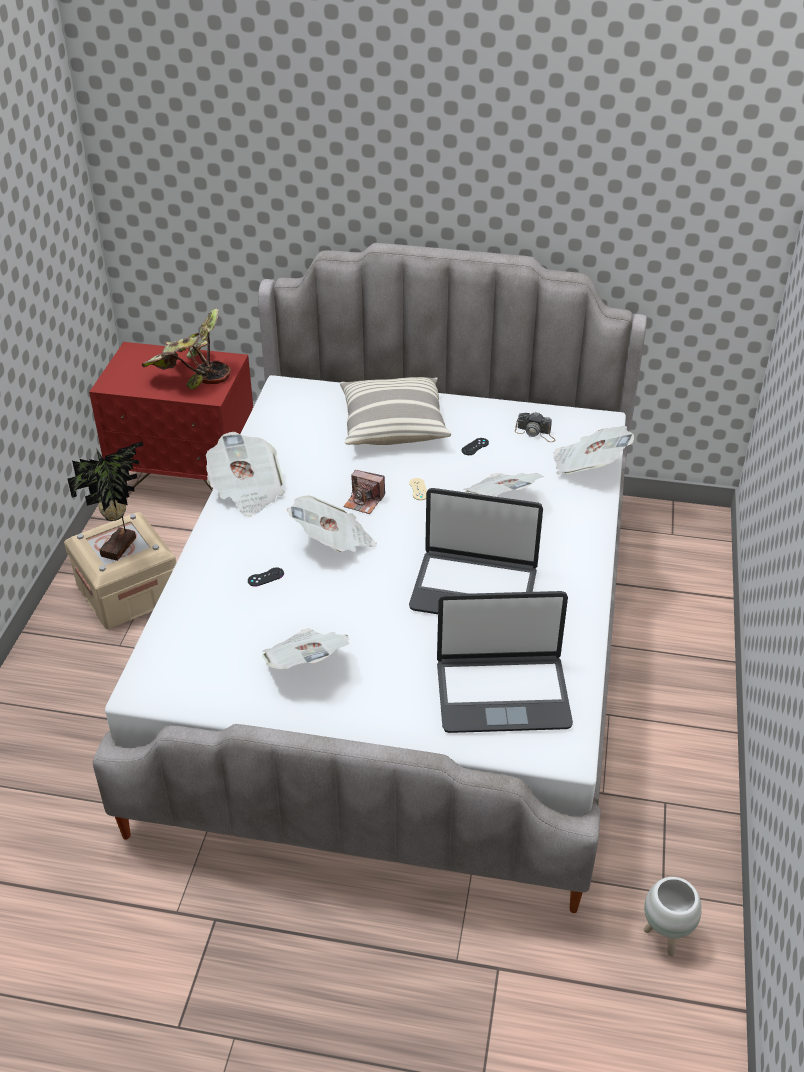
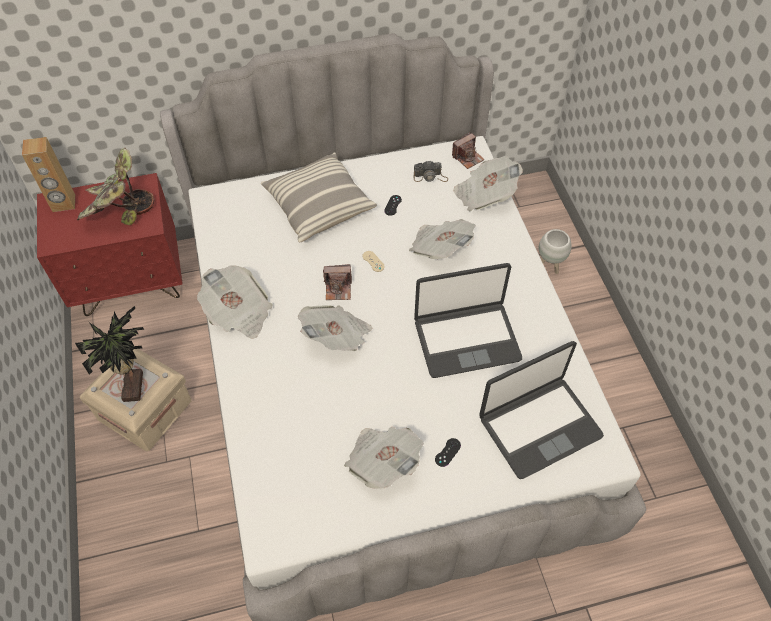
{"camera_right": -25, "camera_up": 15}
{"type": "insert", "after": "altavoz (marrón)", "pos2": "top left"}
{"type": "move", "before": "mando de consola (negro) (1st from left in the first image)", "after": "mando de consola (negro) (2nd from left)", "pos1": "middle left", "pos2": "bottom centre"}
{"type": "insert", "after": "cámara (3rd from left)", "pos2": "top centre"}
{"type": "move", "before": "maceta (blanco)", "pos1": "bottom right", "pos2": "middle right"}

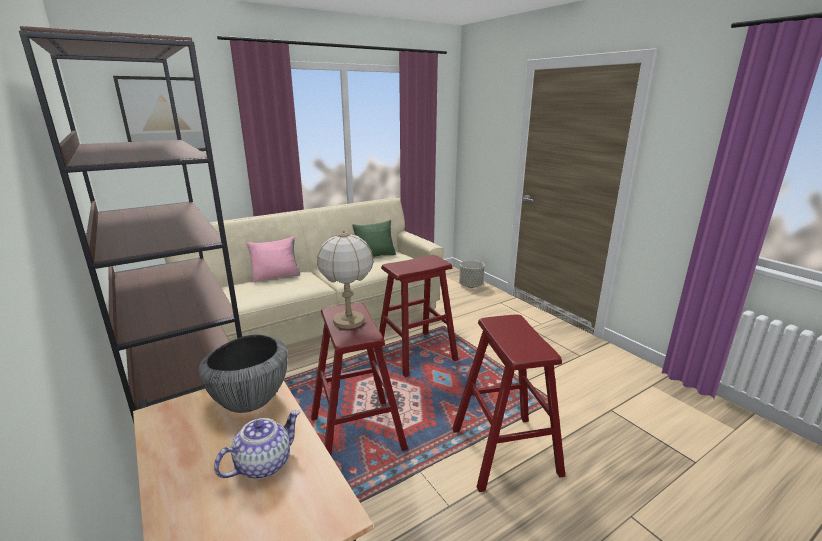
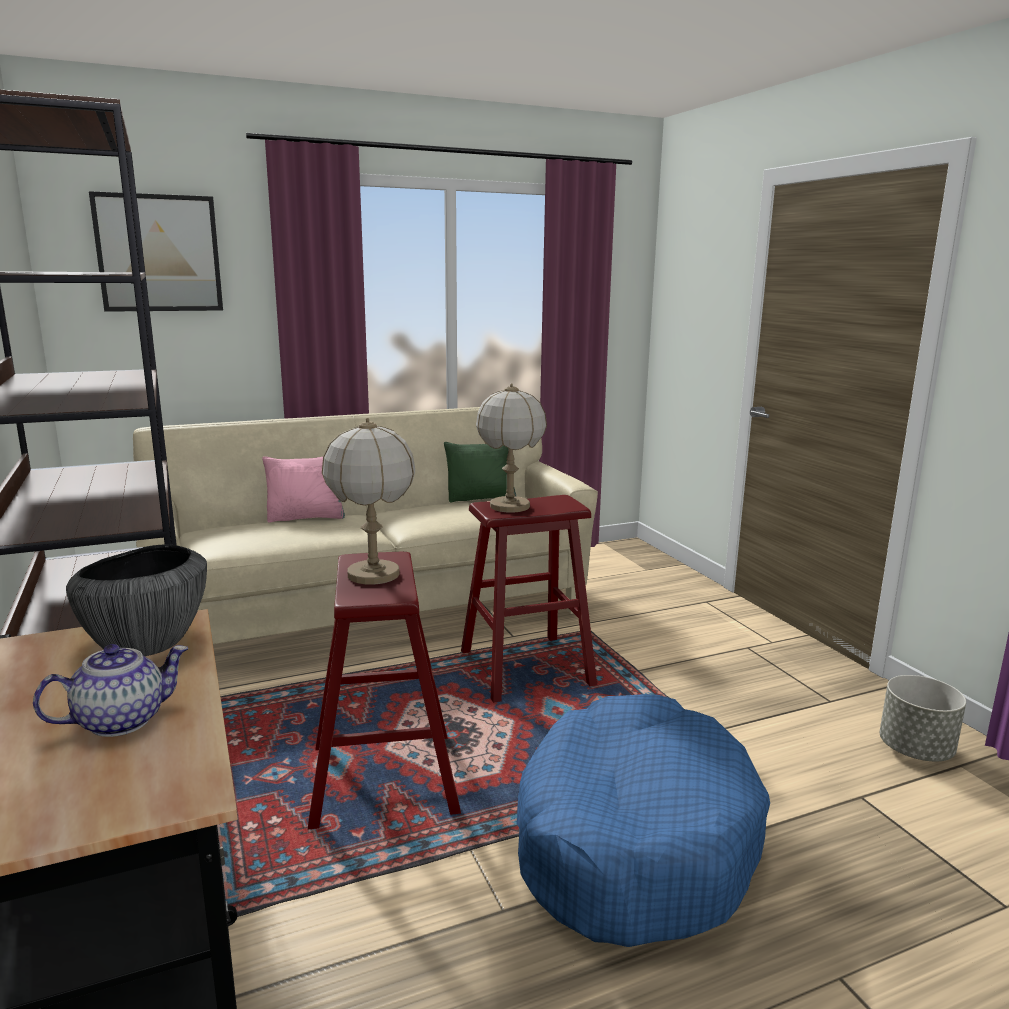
{"camera_right": 10, "camera_up": -5}
{"type": "insert", "after": "lámpara de mesa (2nd from left)", "pos2": "centre"}
{"type": "replace", "before": "taburete (rojo) (3rd from left)", "after": "cama para perro (azul)", "pos1": "bottom centre", "pos2": "bottom centre"}
{"type": "move", "before": "maceta (gris)", "pos1": "centre", "pos2": "bottom right"}

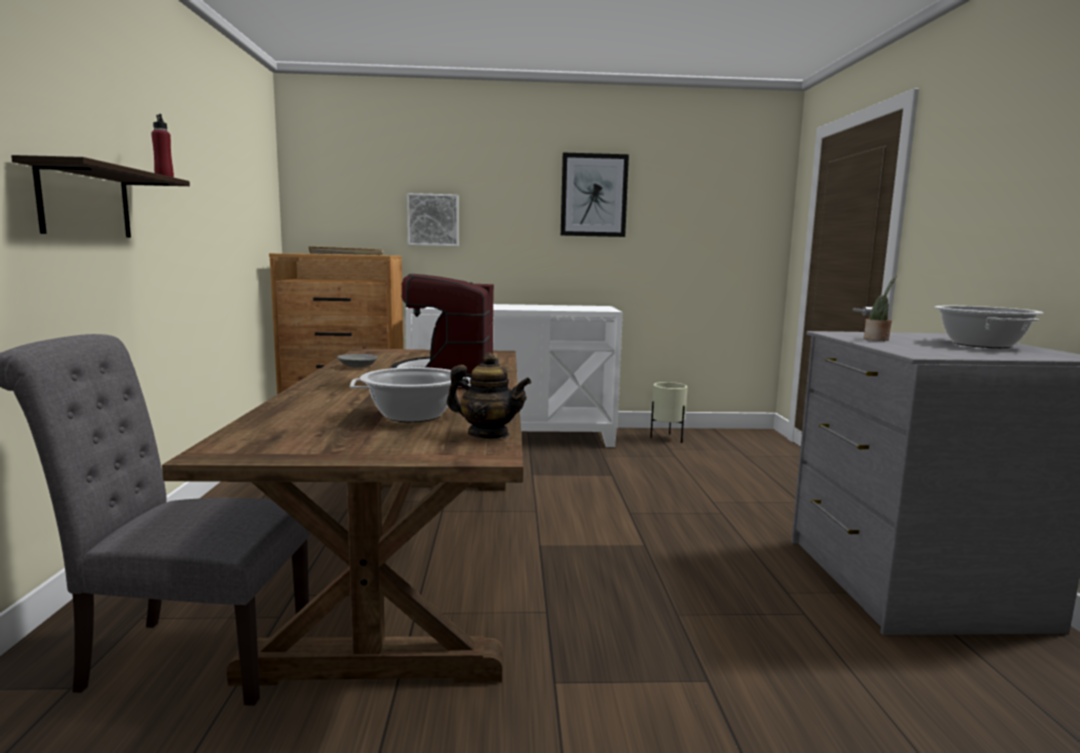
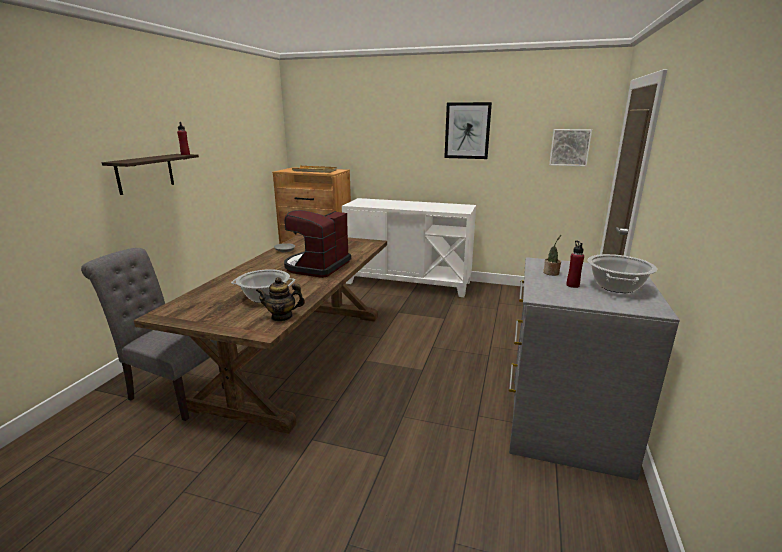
{"camera_right": 20, "camera_up": 10}
{"type": "rotate", "before": "tetera", "pos1": "centre", "pos2": "centre", "turn": 135}
{"type": "move", "before": "cuadro (1st from left in the first image)", "after": "cuadro (2nd from left)", "pos1": "top centre", "pos2": "top right"}
{"type": "insert", "after": "botella (rojo) (2nd from left)", "pos2": "middle right"}
{"type": "delete", "before": "maceta (beis)", "pos1": "centre"}

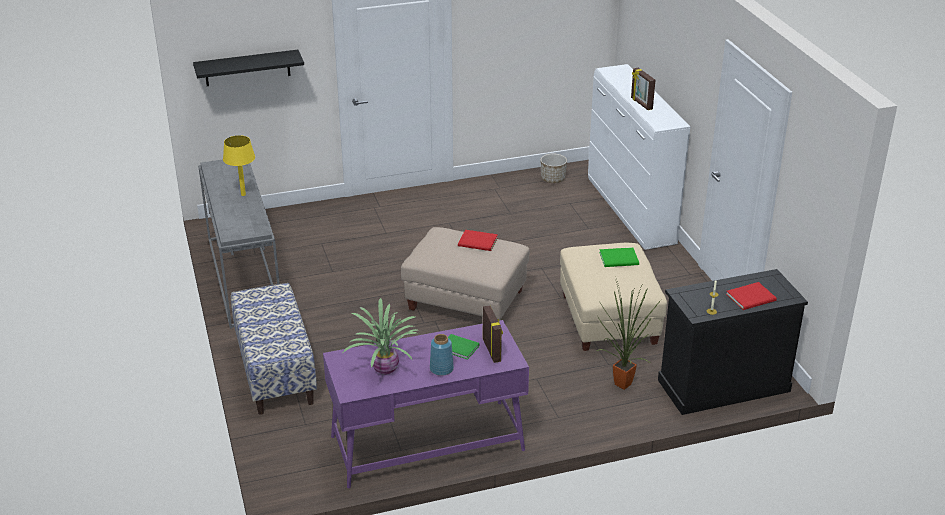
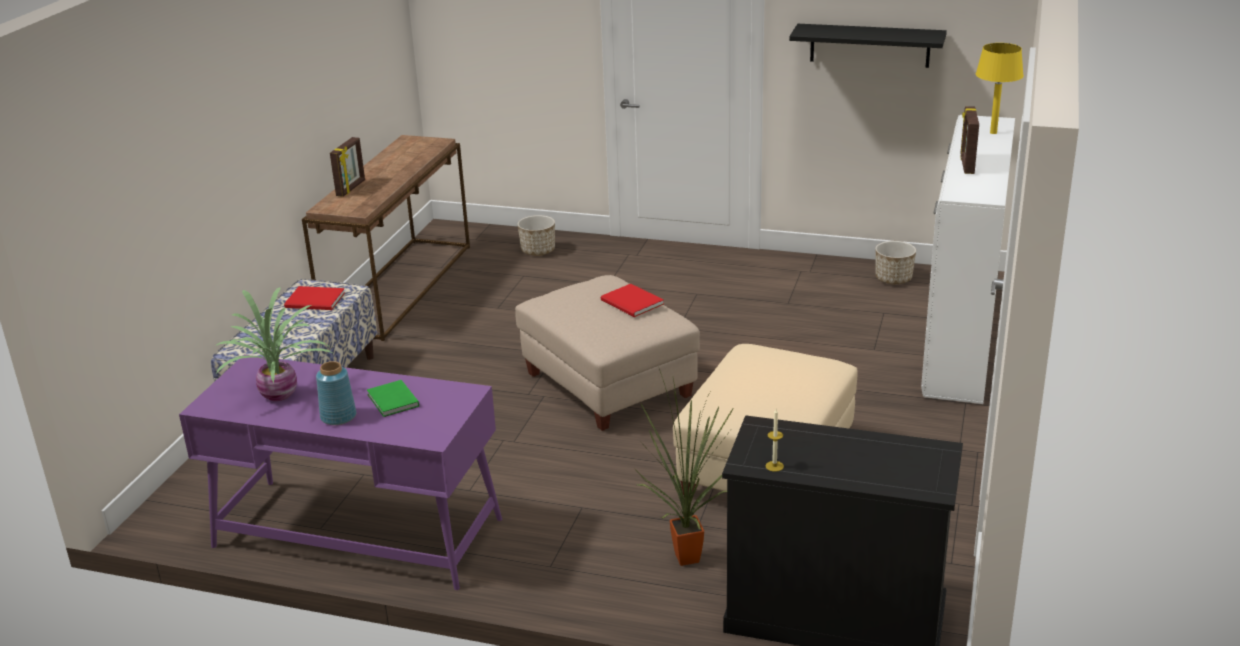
{"camera_right": 35, "camera_up": -5}
{"type": "move", "before": "libro (rojo) (2nd from left in the first image)", "after": "libro (rojo) (1st from left)", "pos1": "middle right", "pos2": "middle left"}
{"type": "recolor", "before": "mesa consola (gris)", "after": "mesa consola (marrón)", "pos1": "middle left", "pos2": "middle left"}
{"type": "move", "before": "portarretratos (1st from left)", "pos1": "centre", "pos2": "top left"}
{"type": "insert", "after": "maceta (1st from left)", "pos2": "centre"}
{"type": "move", "before": "estante (negro)", "pos1": "top left", "pos2": "top right"}
{"type": "move", "before": "lámpara de mesa (amarillo)", "pos1": "top left", "pos2": "top right"}
{"type": "delete", "before": "libro (verde) (2nd from left)", "pos1": "centre"}

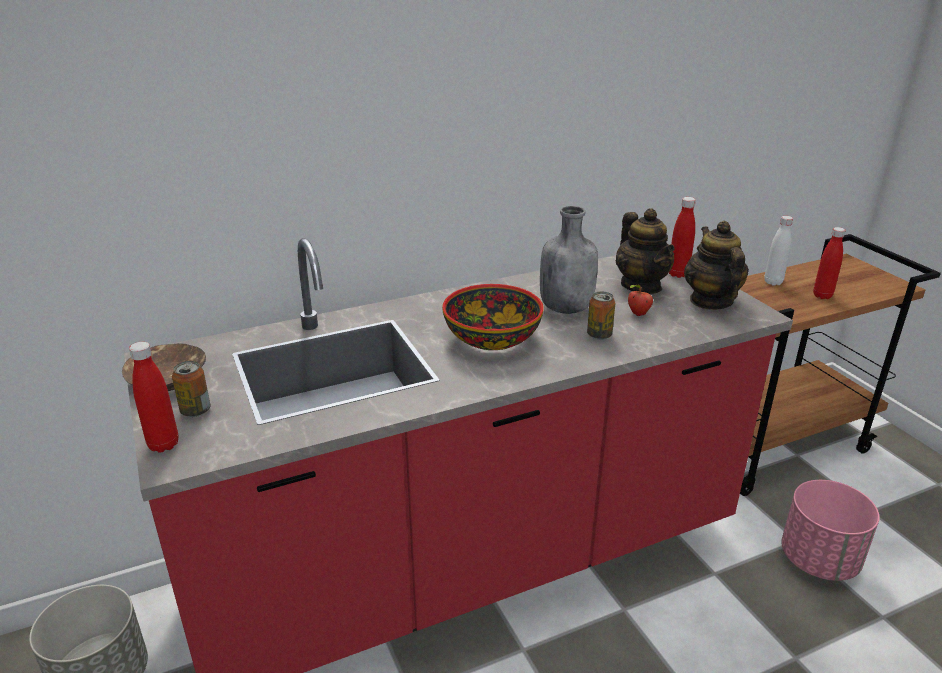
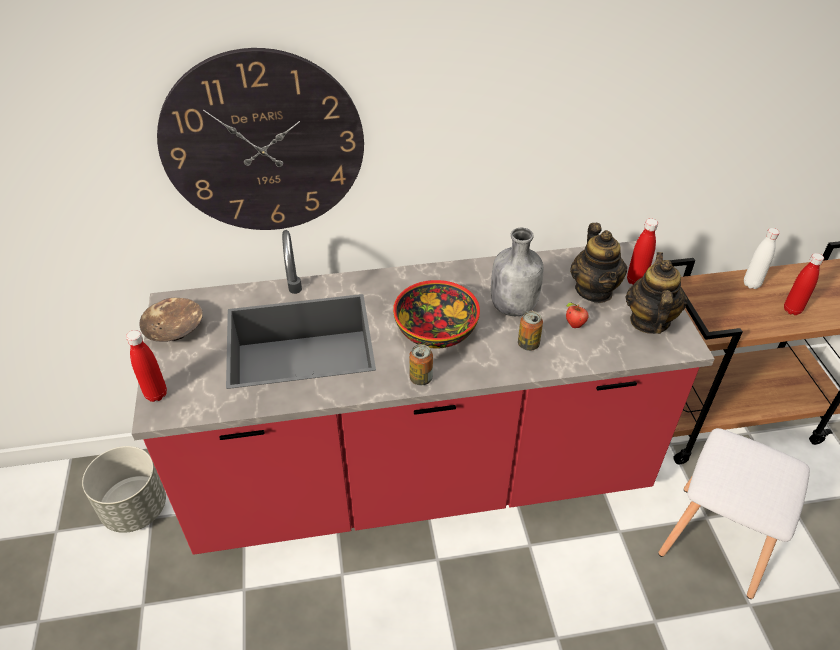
{"camera_right": 15, "camera_up": 15}
{"type": "insert", "after": "reloj de pared", "pos2": "top left"}
{"type": "move", "before": "lata (1st from left)", "pos1": "middle left", "pos2": "centre"}
{"type": "replace", "before": "maceta (rosa)", "after": "taburete (blanco)", "pos1": "bottom right", "pos2": "bottom right"}

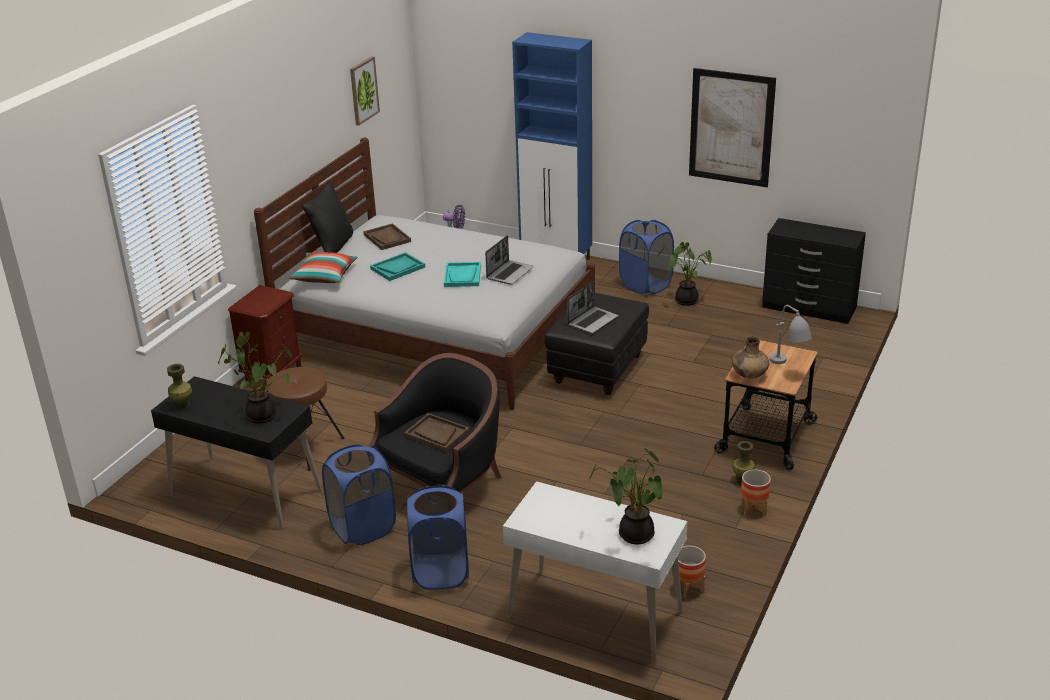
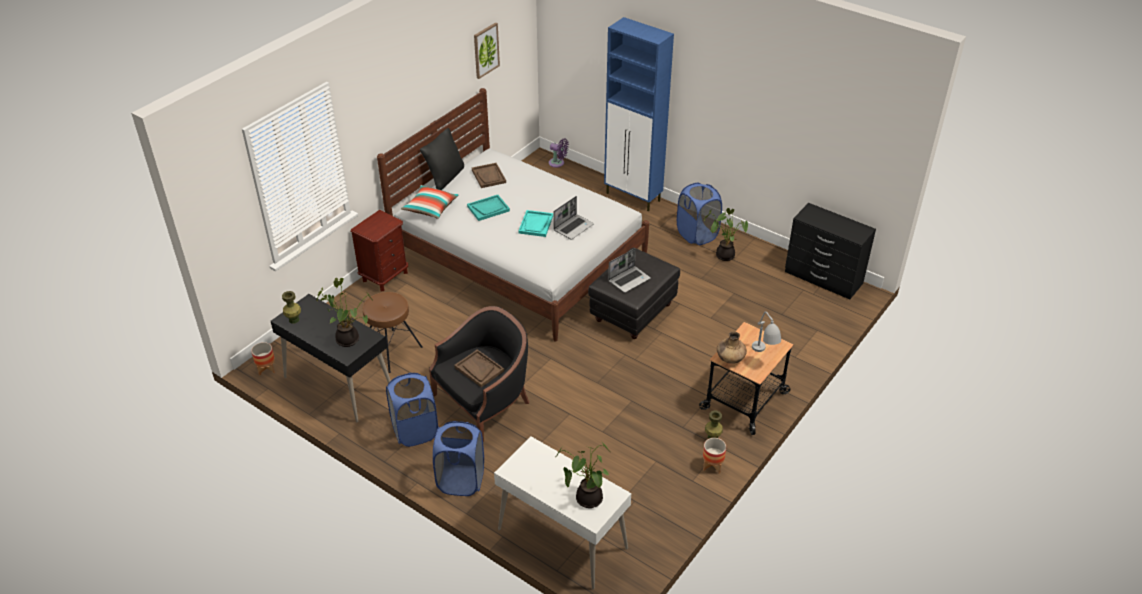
{"camera_right": 10, "camera_up": 10}
{"type": "move", "before": "maceta (1st from left)", "pos1": "bottom centre", "pos2": "middle left"}
{"type": "delete", "before": "cuadro (2nd from left)", "pos1": "top right"}

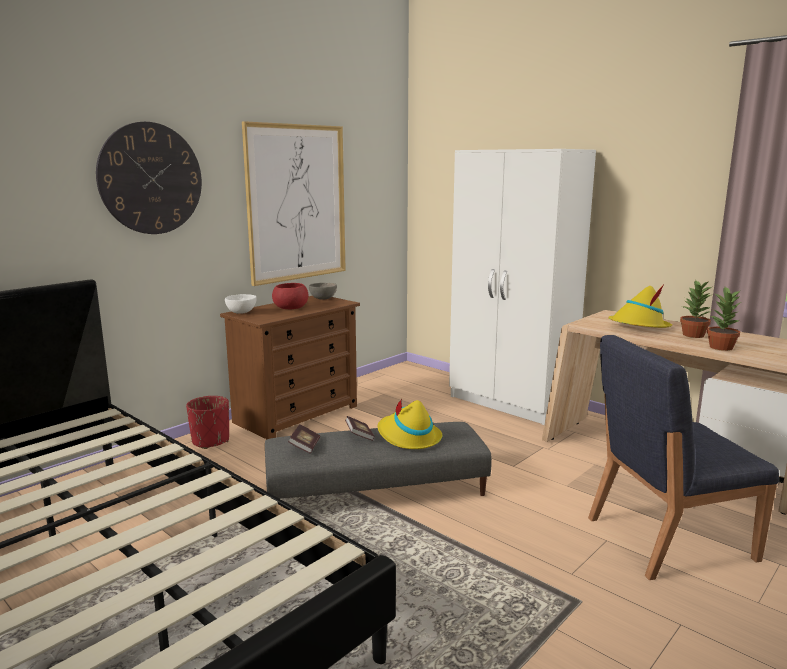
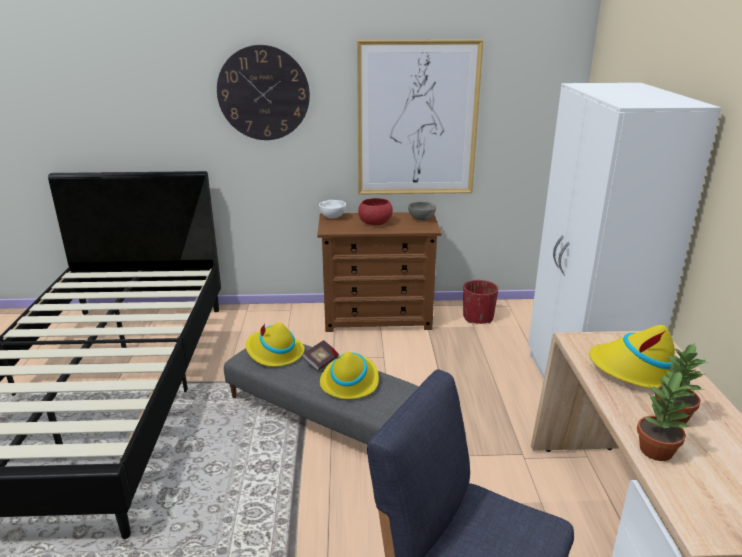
{"camera_right": 45, "camera_up": 10}
{"type": "replace", "before": "libro (1st from left)", "after": "sombrero (amarillo) (1st from left)", "pos1": "centre", "pos2": "centre"}
{"type": "move", "before": "maceta (rojo)", "pos1": "middle left", "pos2": "centre"}

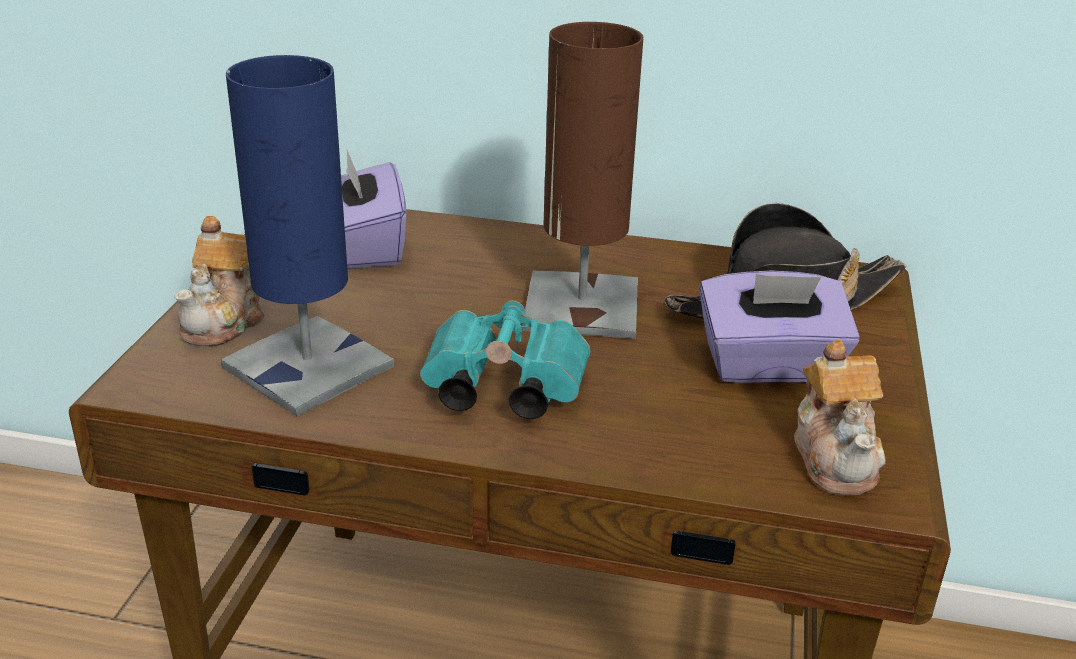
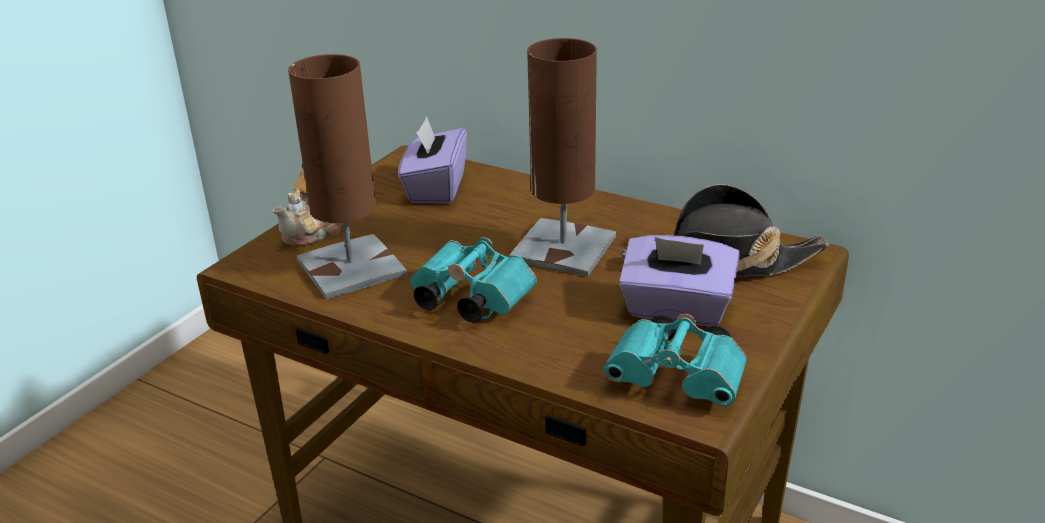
{"camera_right": 20, "camera_up": 0}
{"type": "recolor", "before": "lámpara de mesa (azul)", "after": "lámpara de mesa (marrón) (1st from left)", "pos1": "middle left", "pos2": "middle left"}
{"type": "replace", "before": "tetera (2nd from left)", "after": "prismáticos (turquesa) (2nd from left)", "pos1": "middle right", "pos2": "bottom centre"}

